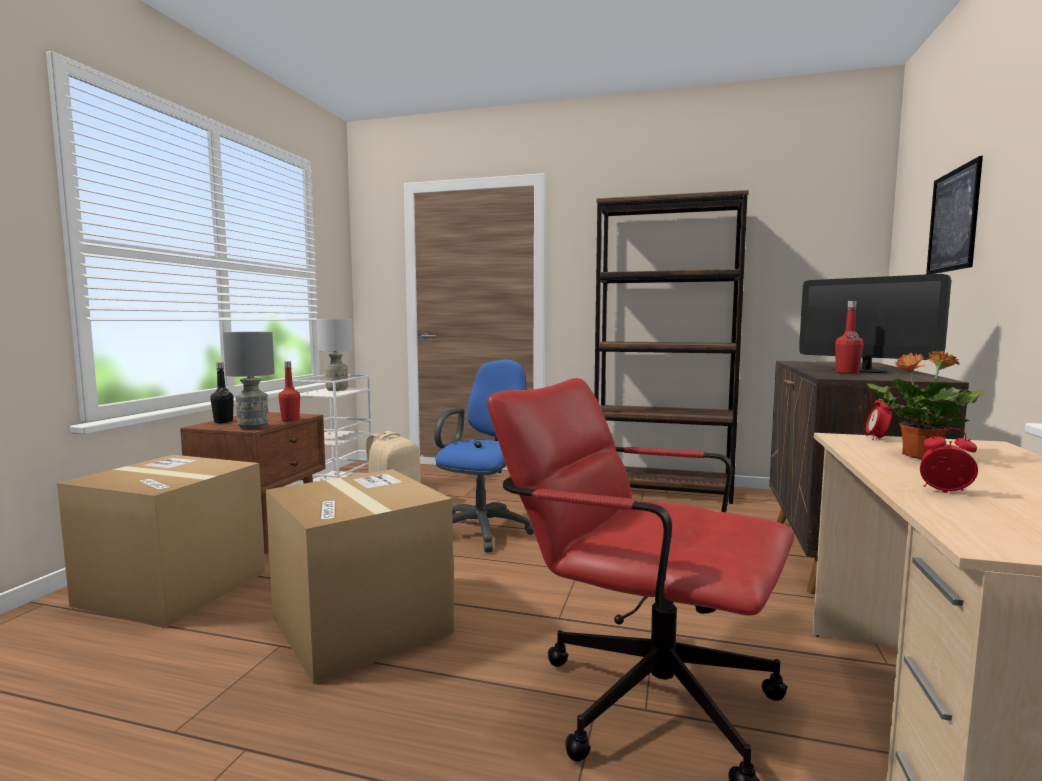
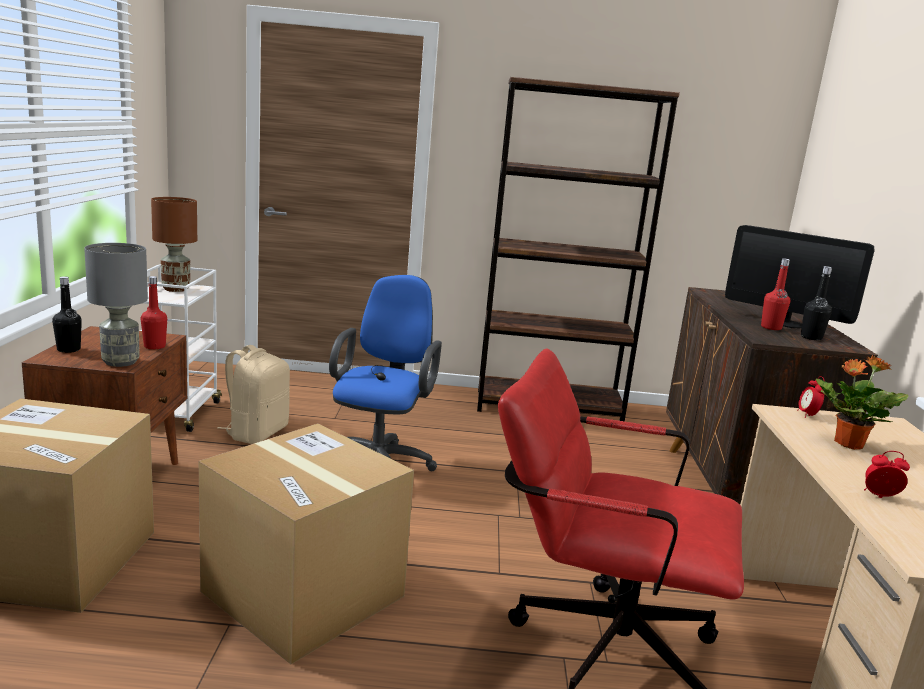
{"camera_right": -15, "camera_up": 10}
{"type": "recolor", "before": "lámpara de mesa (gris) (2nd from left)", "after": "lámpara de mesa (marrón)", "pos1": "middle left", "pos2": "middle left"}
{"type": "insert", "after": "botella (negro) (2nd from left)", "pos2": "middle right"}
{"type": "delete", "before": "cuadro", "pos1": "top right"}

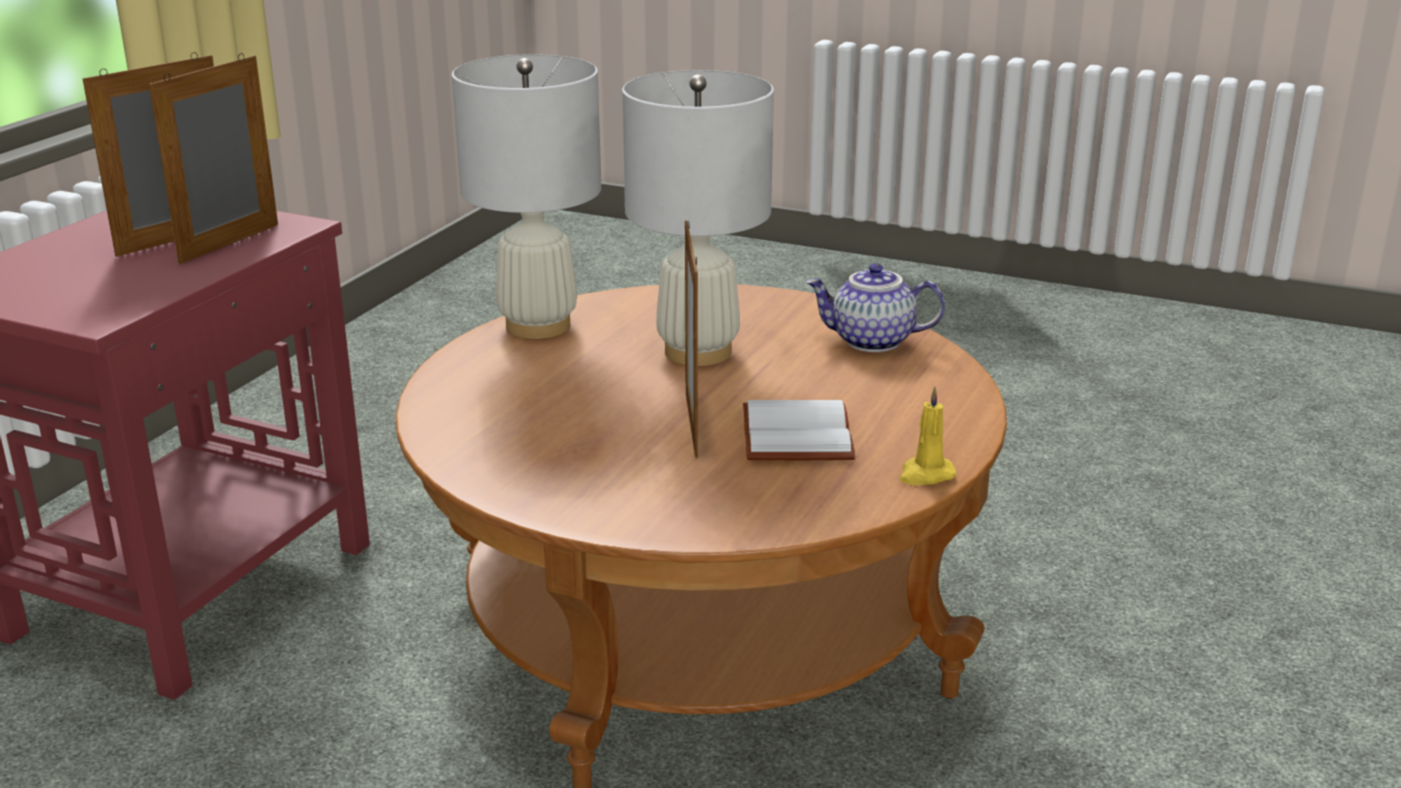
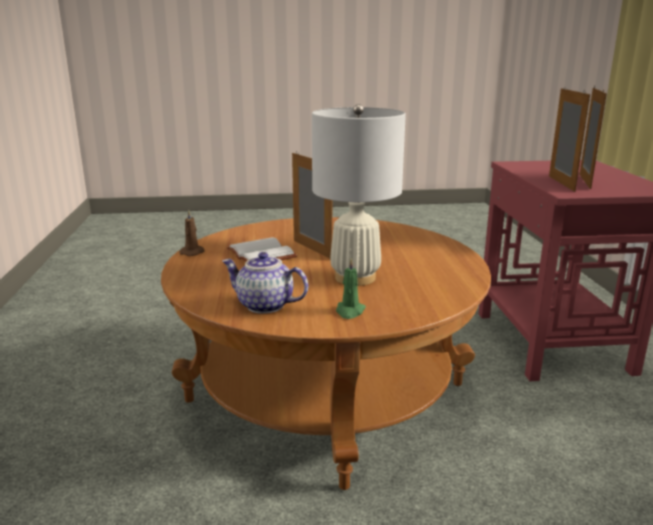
{"camera_right": 150, "camera_up": -5}
{"type": "recolor", "before": "vela (amarillo)", "after": "vela (marrón)", "pos1": "centre", "pos2": "middle left"}
{"type": "rotate", "before": "tetera", "pos1": "centre", "pos2": "centre", "turn": -135}
{"type": "insert", "after": "vela (verde)", "pos2": "centre"}
{"type": "delete", "before": "lámpara de mesa (blanco) (1st from left)", "pos1": "top centre"}

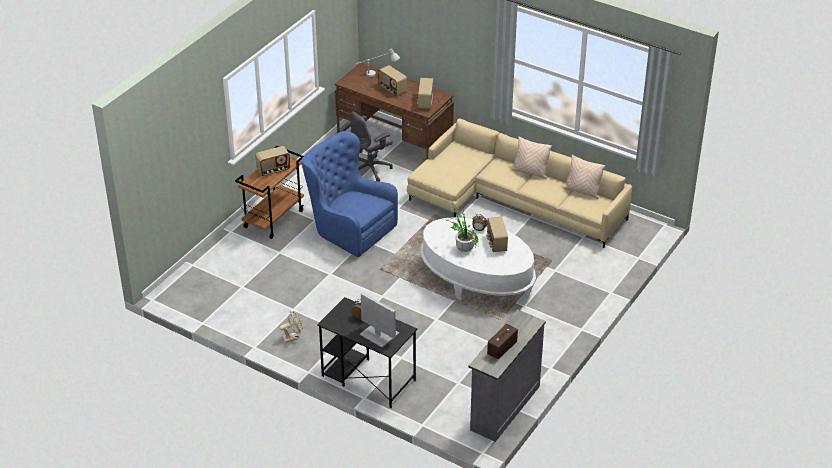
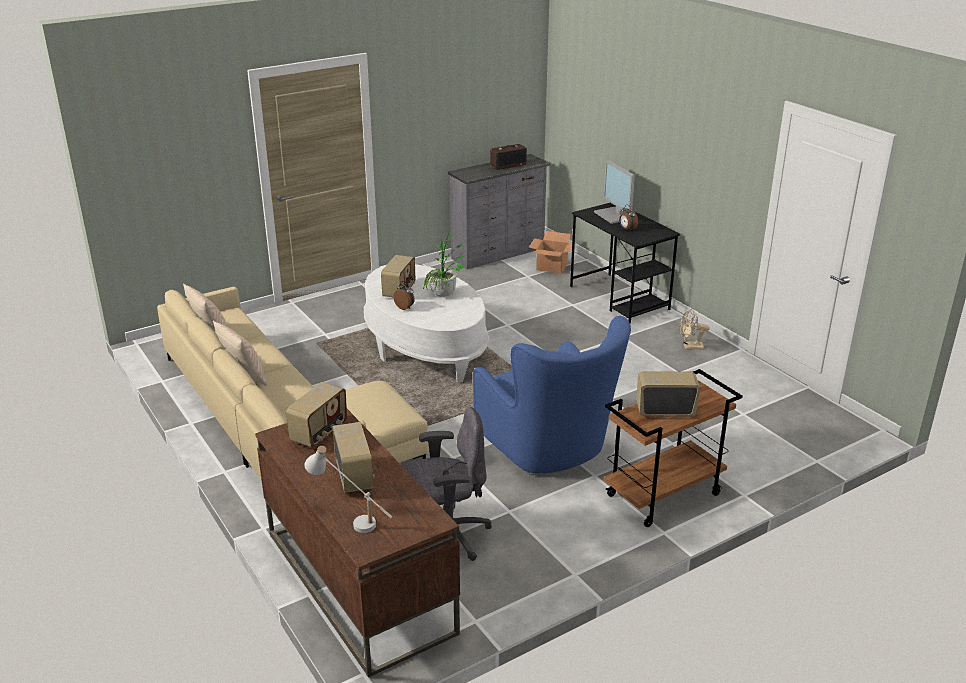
{"camera_right": -155, "camera_up": -10}
{"type": "insert", "after": "caja de cartón", "pos2": "centre"}

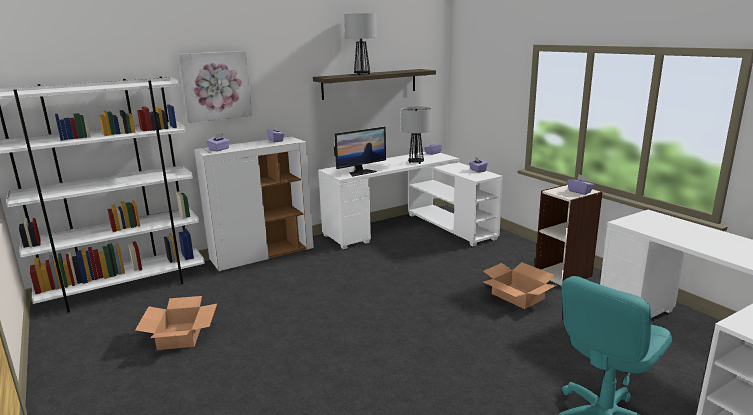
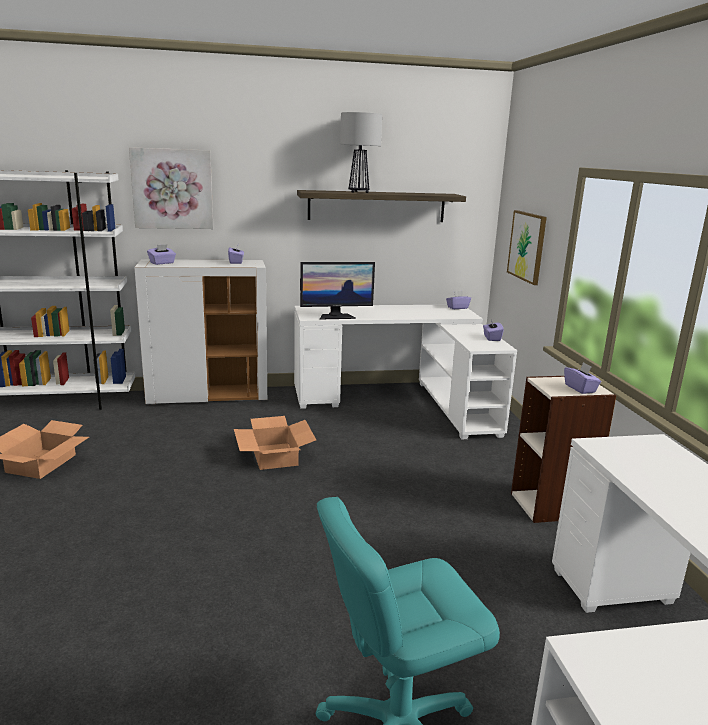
{"camera_right": 20, "camera_up": 0}
{"type": "move", "before": "caja de cartón (2nd from left)", "pos1": "bottom right", "pos2": "centre"}
{"type": "insert", "after": "cuadro (2nd from left)", "pos2": "middle right"}
{"type": "delete", "before": "lámpara de mesa (2nd from left)", "pos1": "top centre"}

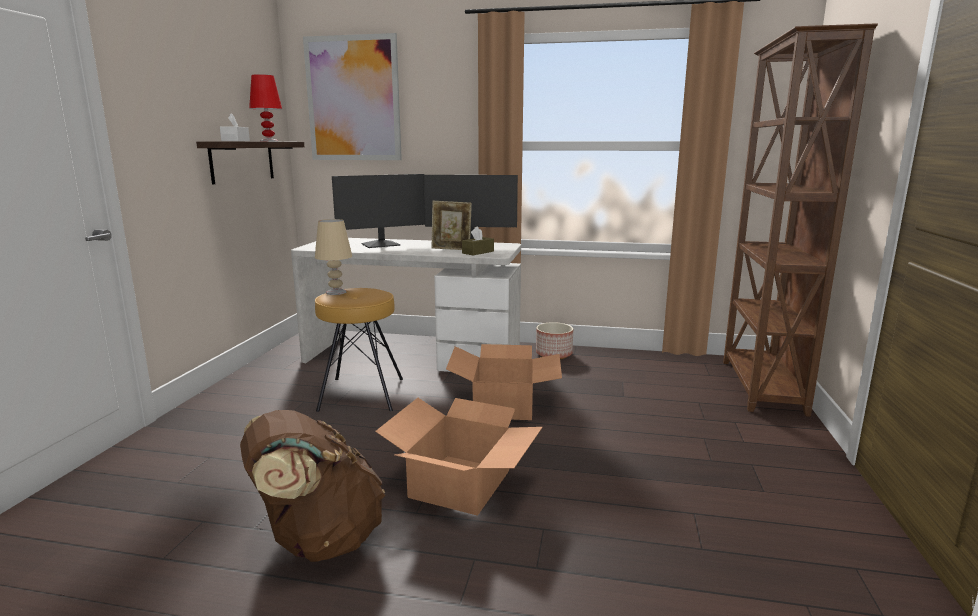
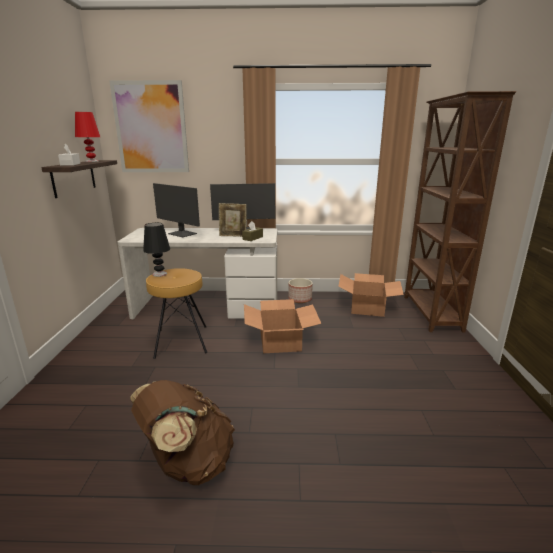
{"camera_right": -10, "camera_up": 5}
{"type": "recolor", "before": "lámpara de mesa (beis)", "after": "lámpara de mesa (negro)", "pos1": "centre", "pos2": "middle left"}
{"type": "rotate", "before": "monitor (1st from left)", "pos1": "centre", "pos2": "middle left", "turn": 75}
{"type": "move", "before": "caja de cartón (1st from left in the first image)", "after": "caja de cartón (2nd from left)", "pos1": "bottom centre", "pos2": "middle right"}

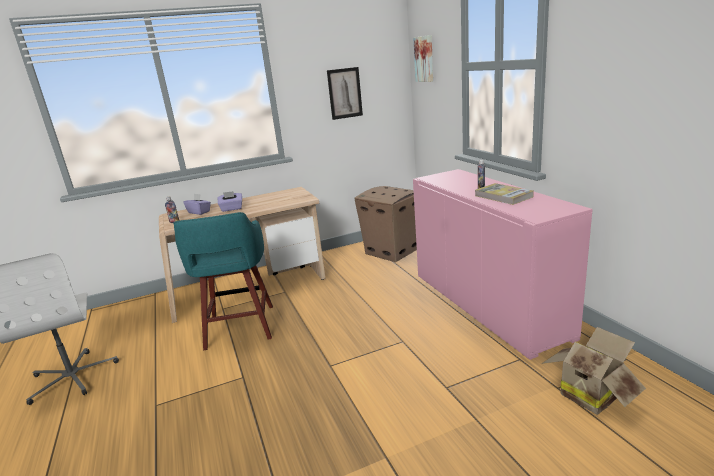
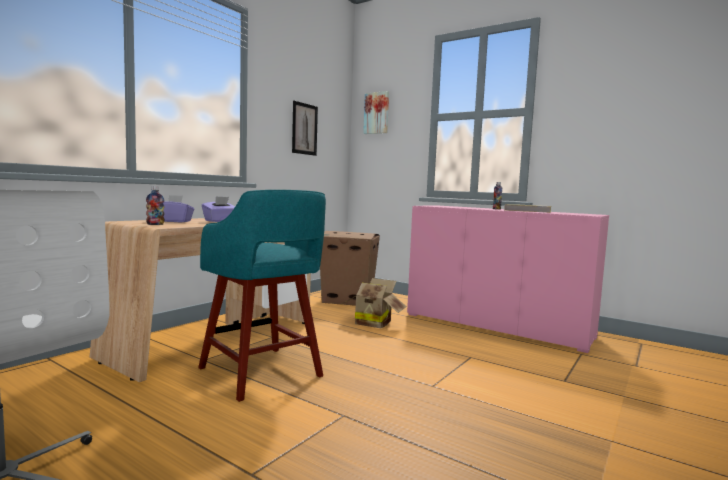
{"camera_right": -35, "camera_up": -15}
{"type": "move", "before": "caja de cartón (2nd from left)", "pos1": "bottom right", "pos2": "centre"}

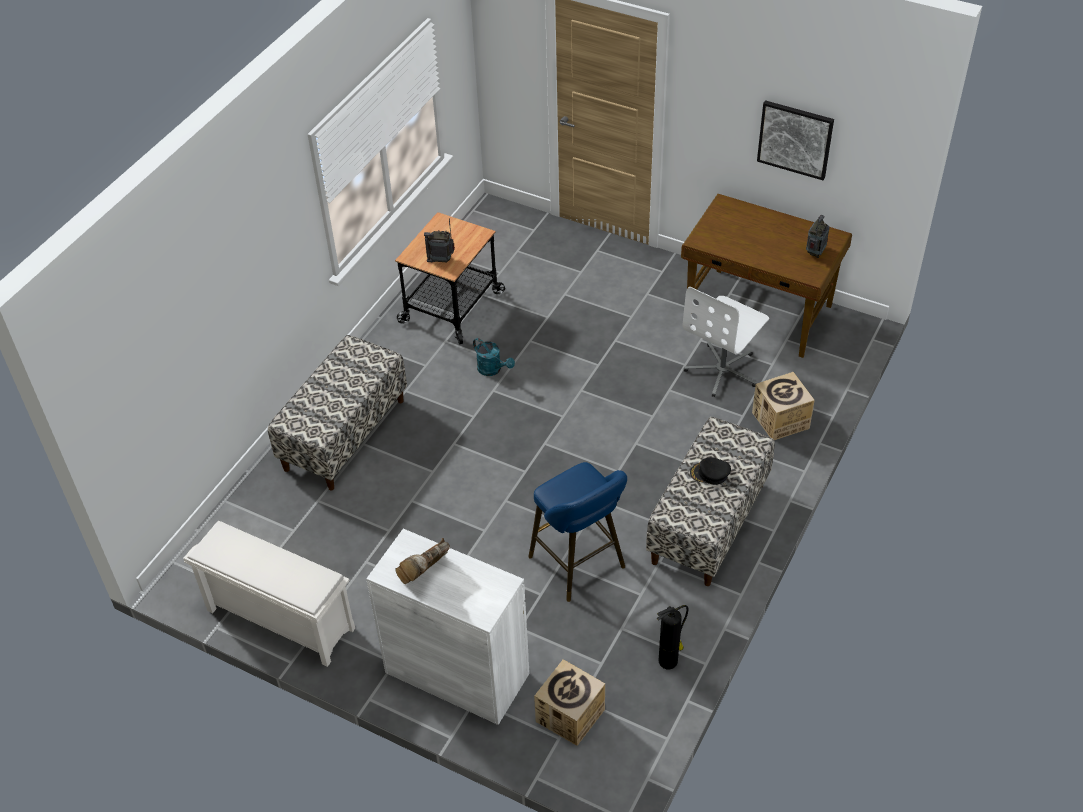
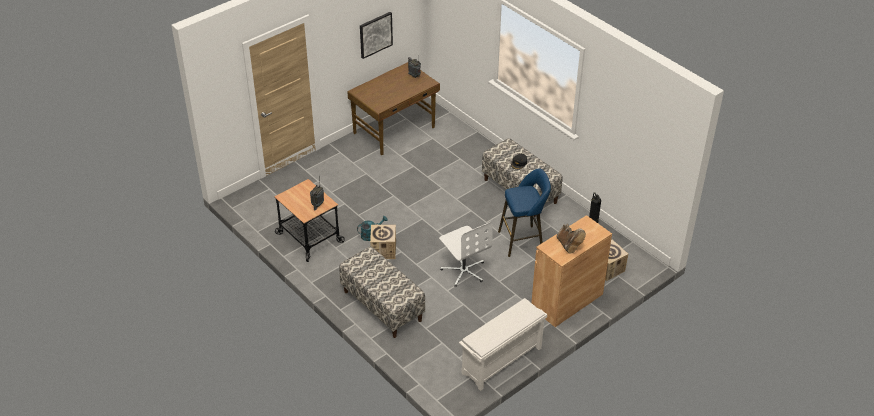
{"camera_right": -70, "camera_up": -5}
{"type": "move", "before": "caja de cartón (2nd from left in the first image)", "after": "caja de cartón (1st from left)", "pos1": "middle right", "pos2": "centre"}
{"type": "move", "before": "silla de oficina (blanco)", "pos1": "middle right", "pos2": "centre"}
{"type": "recolor", "before": "armario (blanco)", "after": "armario (marrón)", "pos1": "bottom centre", "pos2": "centre"}

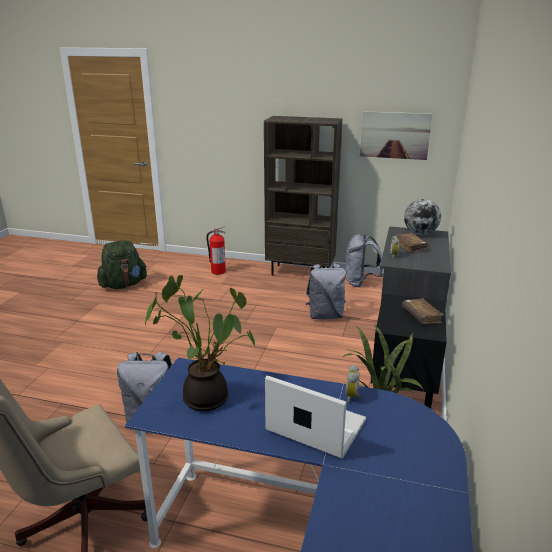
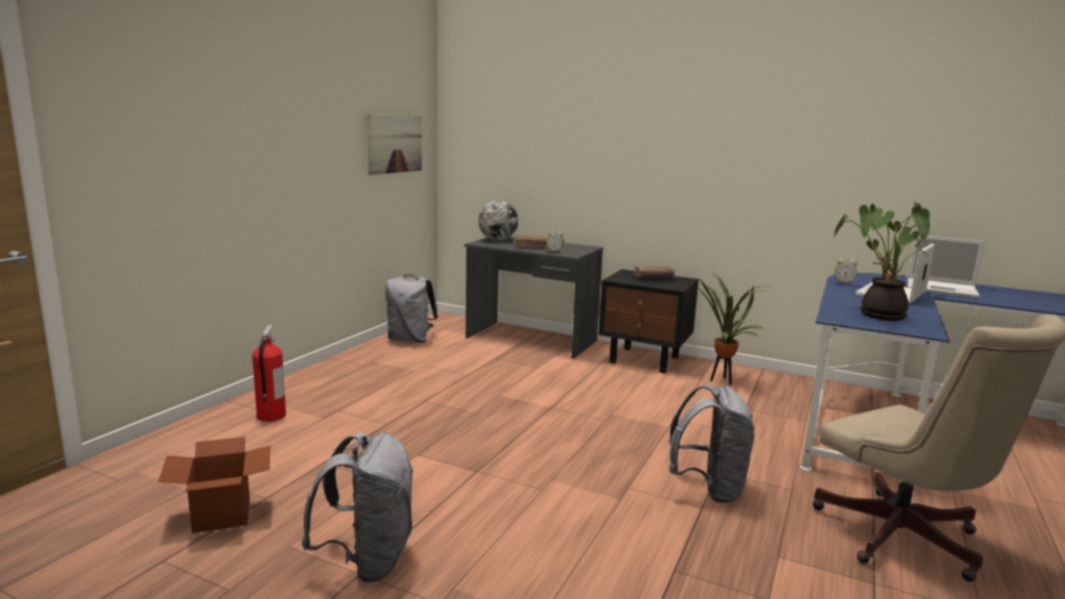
{"camera_right": -80, "camera_up": -10}
{"type": "replace", "before": "mochila (verde)", "after": "caja de cartón", "pos1": "middle left", "pos2": "bottom left"}
{"type": "move", "before": "mochila (gris) (2nd from left in the first image)", "after": "mochila (gris) (1st from left)", "pos1": "centre", "pos2": "bottom centre"}
{"type": "insert", "after": "portátil (2nd from left)", "pos2": "middle right"}
{"type": "delete", "before": "estantería (marrón)", "pos1": "centre"}

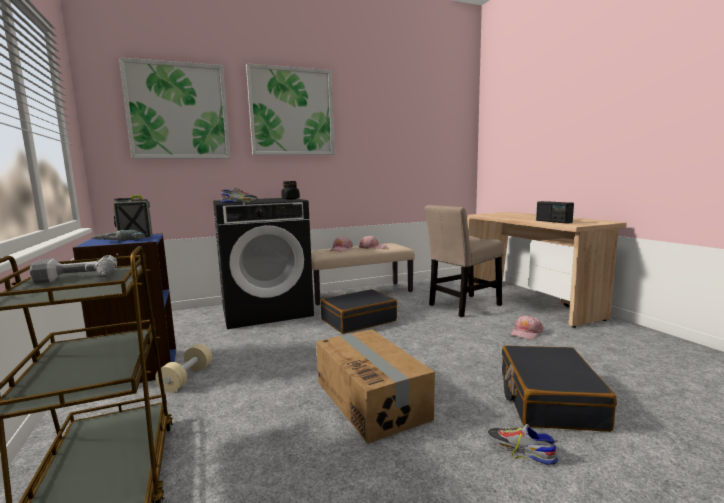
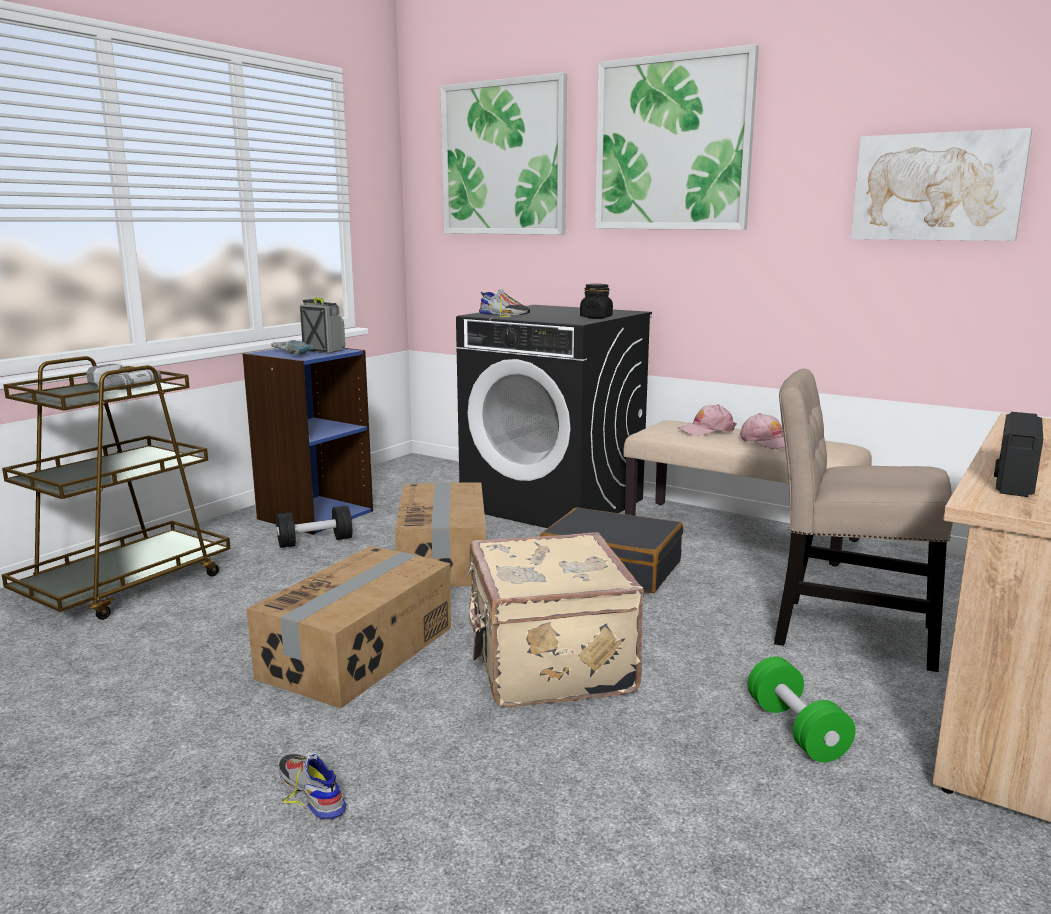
{"camera_right": 55, "camera_up": 5}
{"type": "recolor", "before": "mancuerna (beis)", "after": "mancuerna (negro)", "pos1": "bottom left", "pos2": "middle left"}
{"type": "rotate", "before": "zapato (2nd from left in the first image)", "pos1": "bottom right", "pos2": "bottom left", "turn": -45}
{"type": "insert", "after": "caja de cartón (2nd from left)", "pos2": "centre"}
{"type": "insert", "after": "maleta (beis)", "pos2": "bottom centre"}
{"type": "replace", "before": "gorra (rosa) (3rd from left)", "after": "mancuerna (verde)", "pos1": "middle right", "pos2": "bottom right"}
{"type": "insert", "after": "cuadro (3rd from left)", "pos2": "top right"}
{"type": "delete", "before": "maleta (negro) (2nd from left)", "pos1": "bottom right"}

